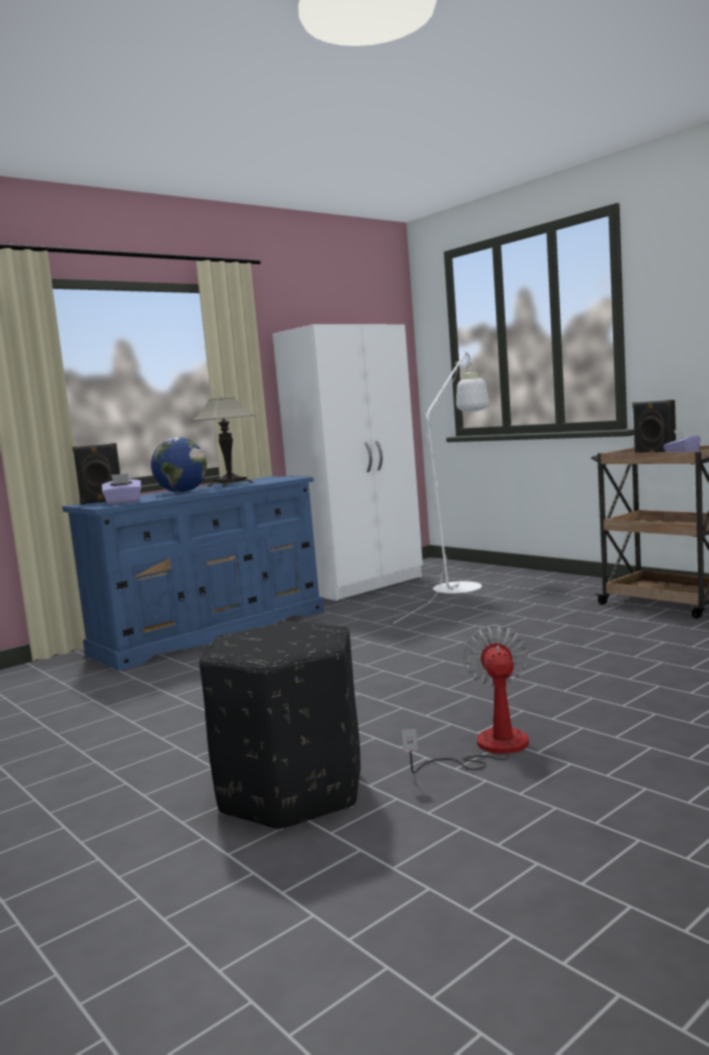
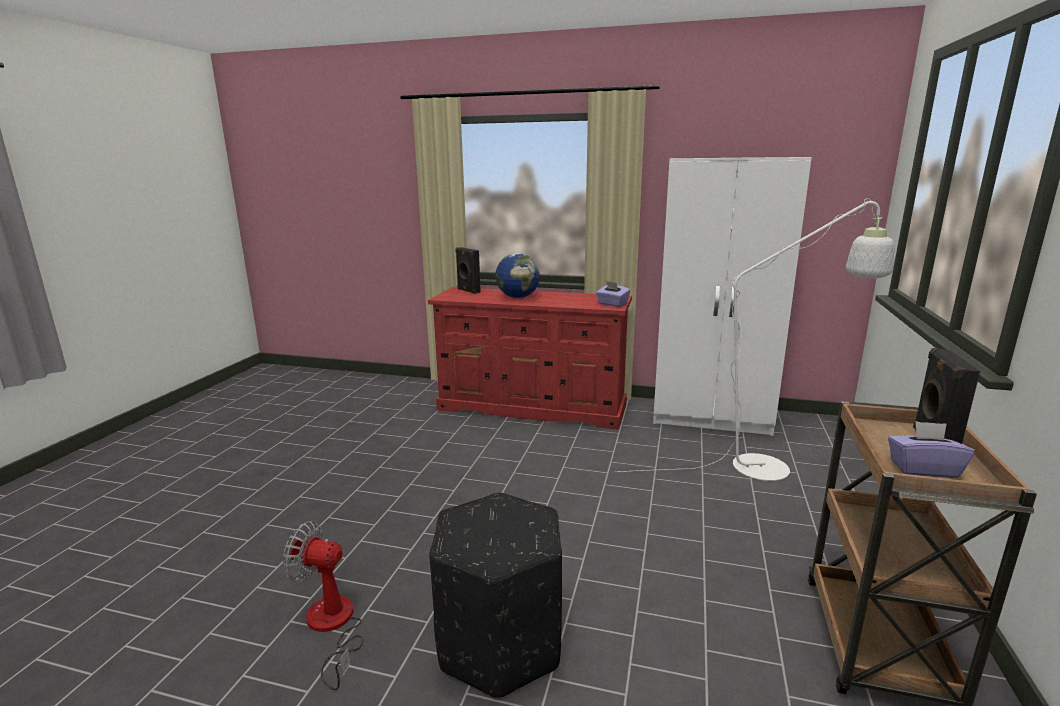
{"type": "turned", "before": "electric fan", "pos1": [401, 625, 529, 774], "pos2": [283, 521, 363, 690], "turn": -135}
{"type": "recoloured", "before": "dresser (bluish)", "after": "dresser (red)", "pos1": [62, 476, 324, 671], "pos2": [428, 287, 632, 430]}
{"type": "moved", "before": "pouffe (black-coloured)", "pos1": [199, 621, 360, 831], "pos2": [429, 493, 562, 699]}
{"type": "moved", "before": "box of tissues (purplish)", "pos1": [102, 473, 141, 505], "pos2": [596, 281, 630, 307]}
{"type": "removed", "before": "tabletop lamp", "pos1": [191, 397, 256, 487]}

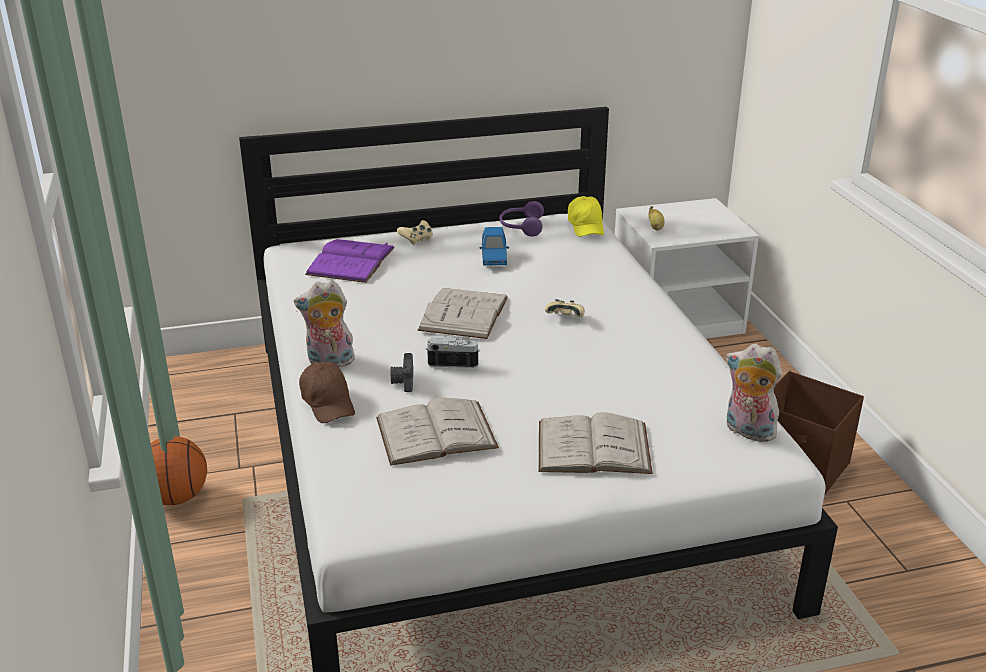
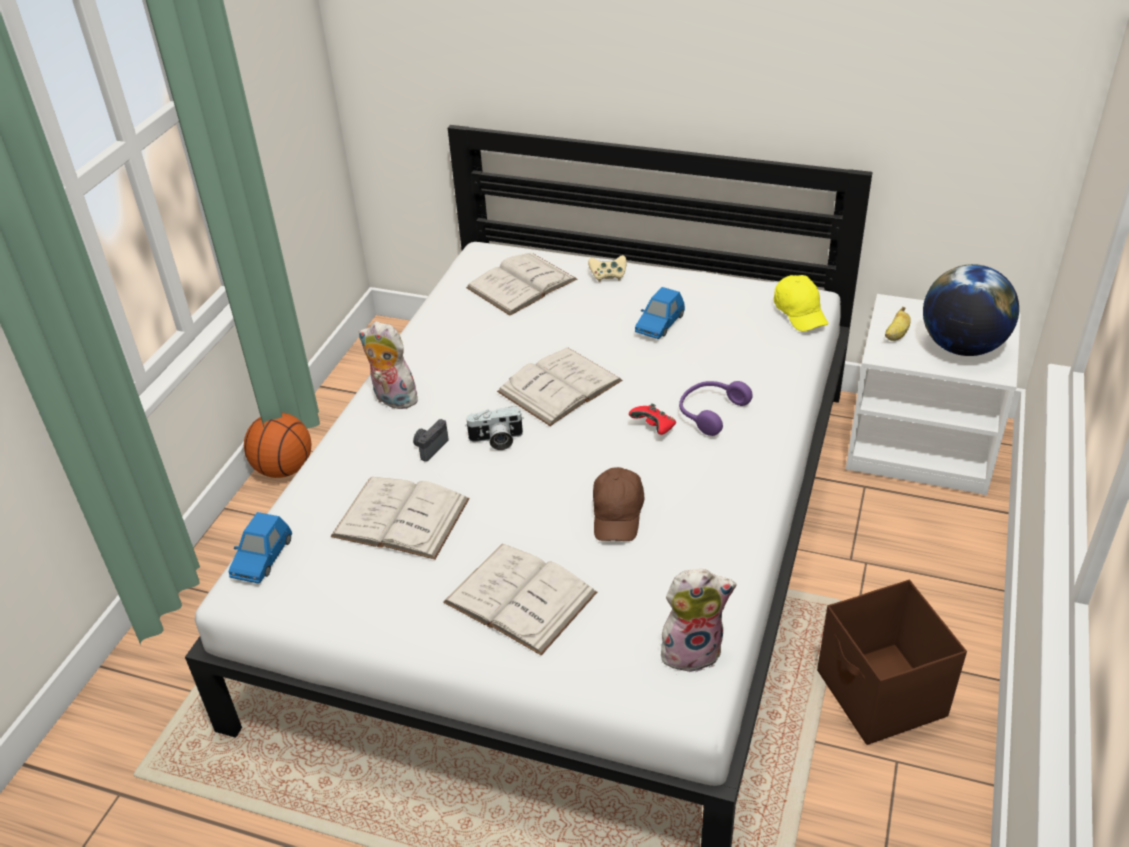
{"type": "added", "after": "toy car (bluish)", "pos2": [228, 512, 292, 584]}
{"type": "recoloured", "before": "book (purplish)", "after": "book (white-coloured)", "pos1": [305, 239, 395, 283], "pos2": [466, 253, 577, 316]}
{"type": "turned", "before": "photo camera", "pos1": [425, 335, 480, 368], "pos2": [466, 406, 524, 450], "turn": 135}
{"type": "moved", "before": "baseball cap (brown-coloured)", "pos1": [299, 362, 355, 423], "pos2": [593, 467, 644, 541]}
{"type": "recoloured", "before": "joypad (beige)", "after": "joypad (red)", "pos1": [545, 299, 585, 317], "pos2": [629, 403, 676, 435]}
{"type": "turned", "before": "cuddly toy", "pos1": [726, 344, 782, 442], "pos2": [661, 569, 737, 674], "turn": 105}
{"type": "moved", "before": "headset (purplish)", "pos1": [499, 201, 544, 237], "pos2": [679, 381, 753, 436]}
{"type": "turned", "before": "baseball cap (yellow)", "pos1": [568, 196, 604, 237], "pos2": [774, 275, 828, 331], "turn": -45}
{"type": "added", "after": "globe", "pos2": [923, 264, 1019, 356]}

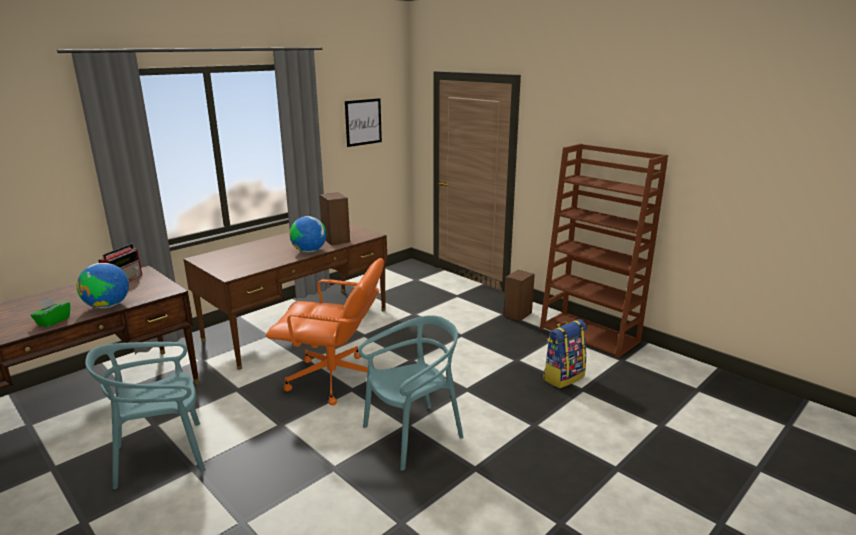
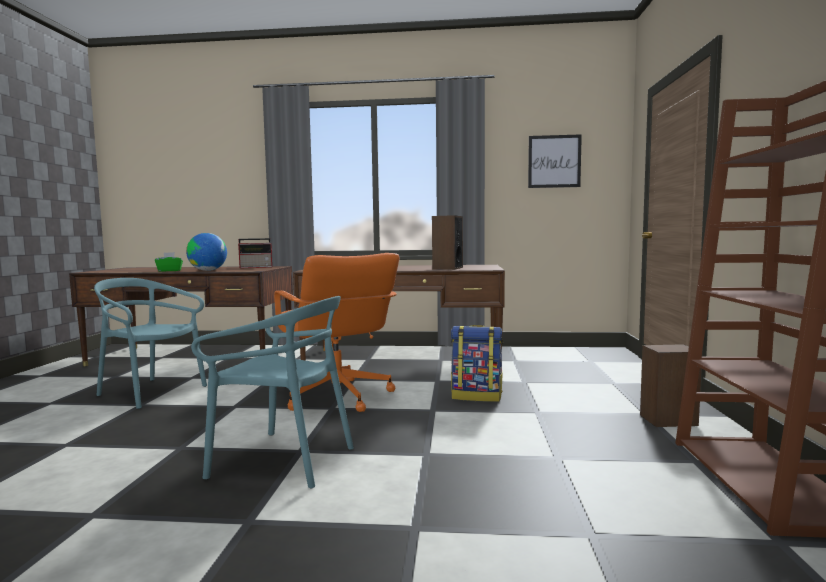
{"type": "moved", "before": "rucksack", "pos1": [543, 319, 587, 388], "pos2": [451, 325, 503, 402]}
{"type": "removed", "before": "globe", "pos1": [290, 216, 326, 252]}

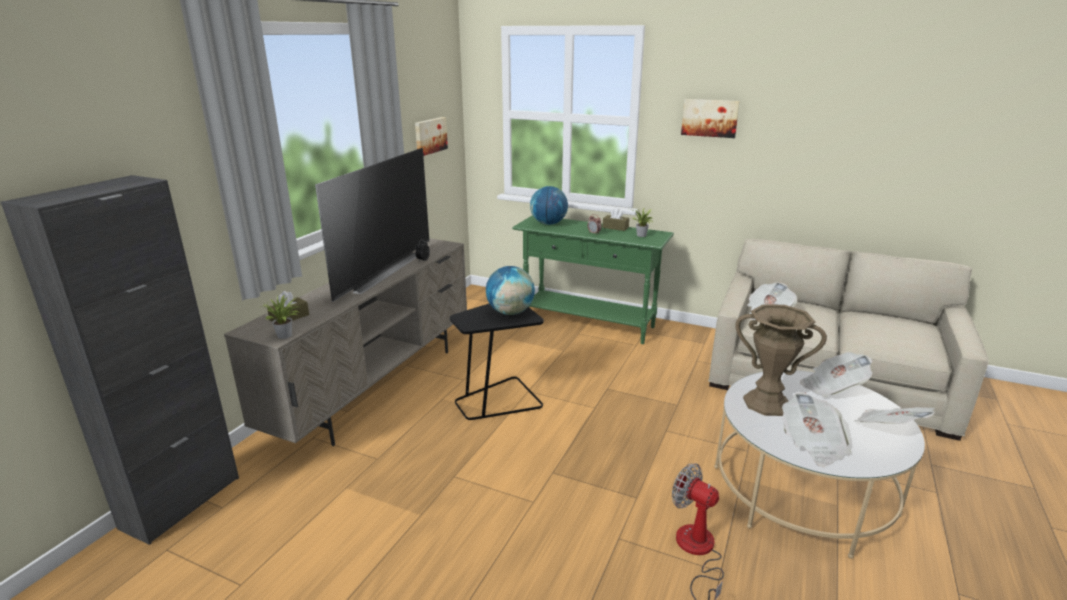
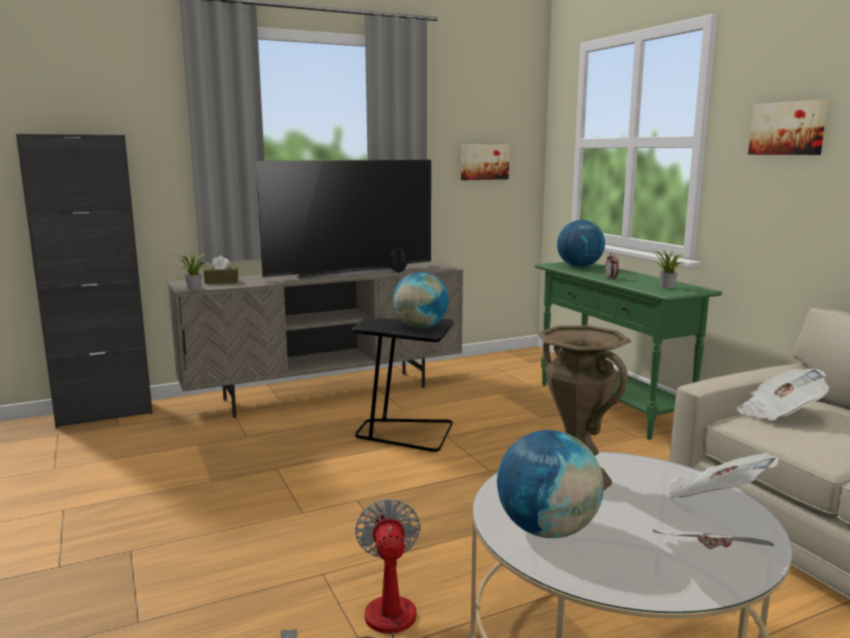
{"type": "replaced", "before": "daily paper", "after": "globe", "pos1": [782, 392, 851, 467], "pos2": [497, 430, 604, 538]}
{"type": "removed", "before": "box of tissues (brown-coloured)", "pos1": [603, 208, 629, 231]}

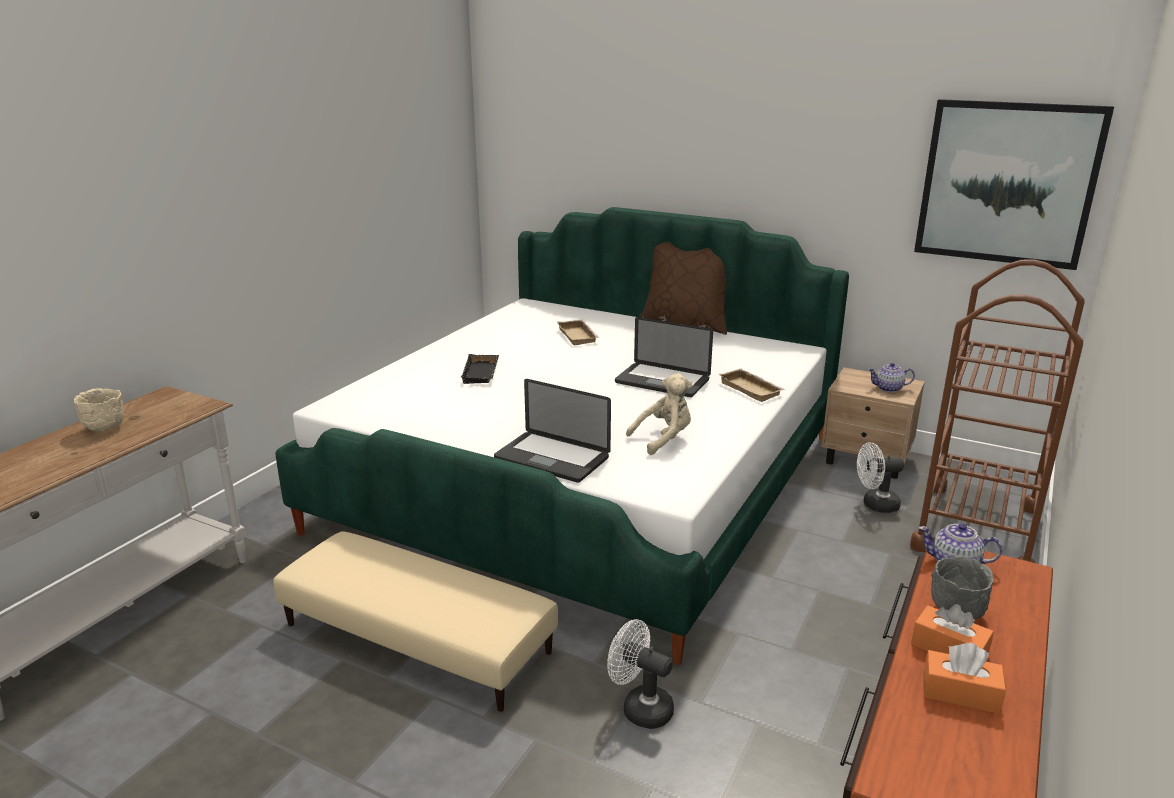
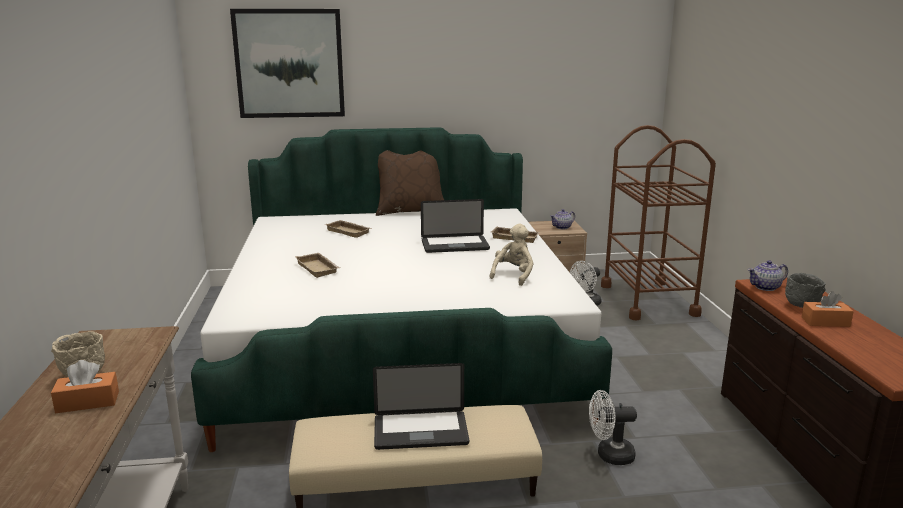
{"type": "moved", "before": "box of tissues (orange-coloured)", "pos1": [923, 643, 1006, 714], "pos2": [51, 360, 119, 413]}
{"type": "moved", "before": "wall picture", "pos1": [914, 99, 1114, 270], "pos2": [230, 9, 345, 118]}
{"type": "recoloured", "before": "tray (black-coloured)", "after": "tray (beige)", "pos1": [461, 354, 499, 384], "pos2": [295, 253, 340, 278]}
{"type": "moved", "before": "laptop", "pos1": [494, 379, 611, 483], "pos2": [373, 363, 469, 450]}

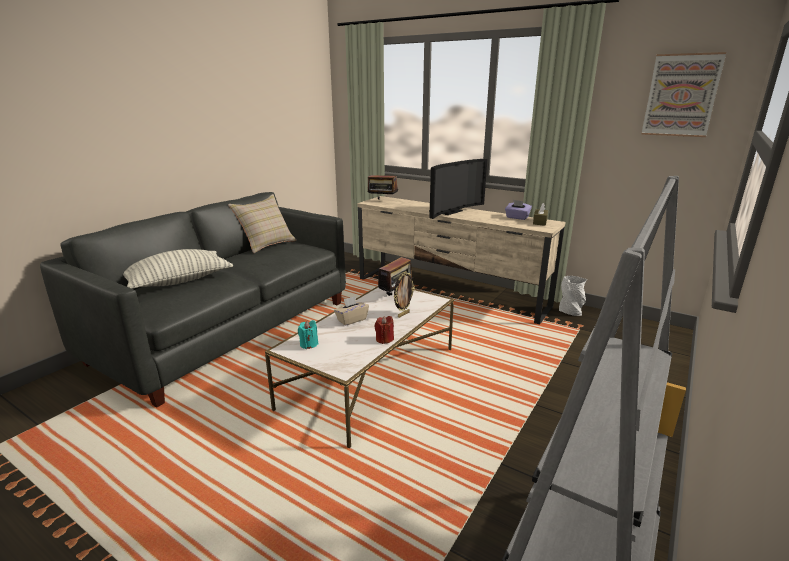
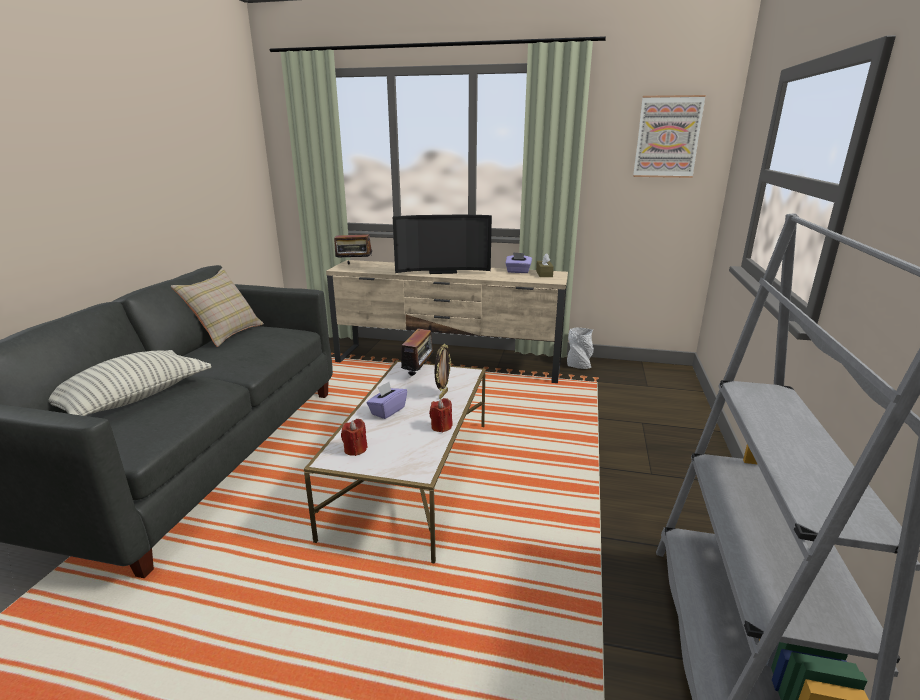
{"type": "recoloured", "before": "candle (blue-green)", "after": "candle (red)", "pos1": [298, 320, 318, 349], "pos2": [341, 419, 367, 456]}
{"type": "recoloured", "before": "box of tissues (beige)", "after": "box of tissues (purplish)", "pos1": [334, 296, 369, 326], "pos2": [367, 382, 407, 419]}
{"type": "turned", "before": "television", "pos1": [429, 159, 487, 219], "pos2": [393, 215, 492, 274], "turn": 60}

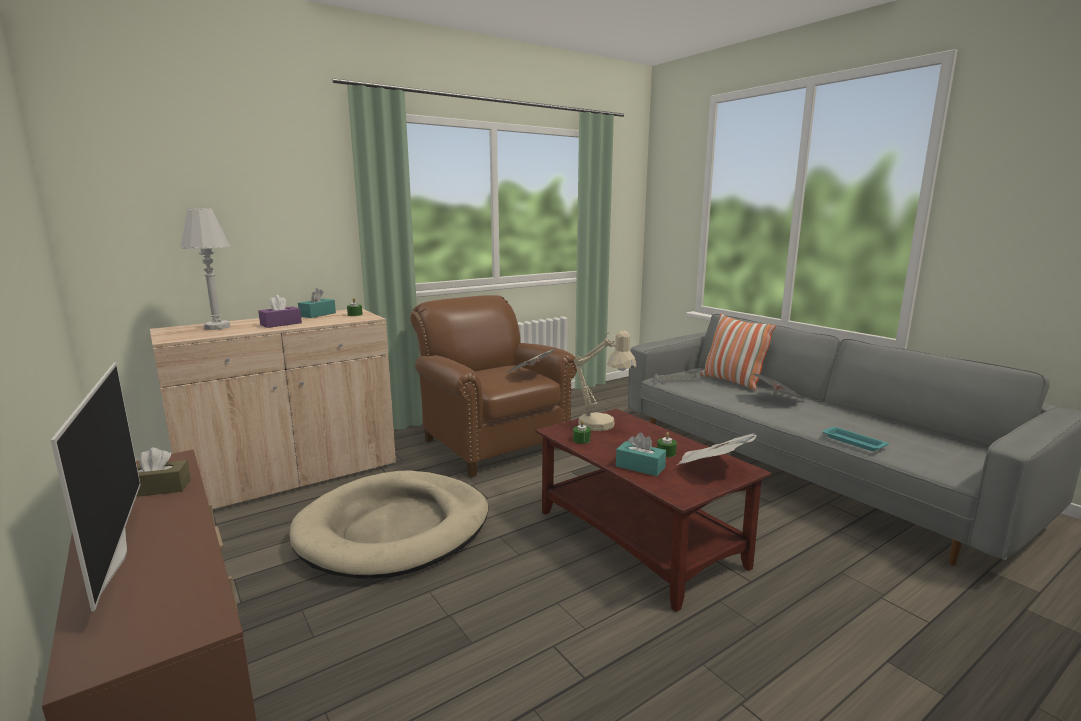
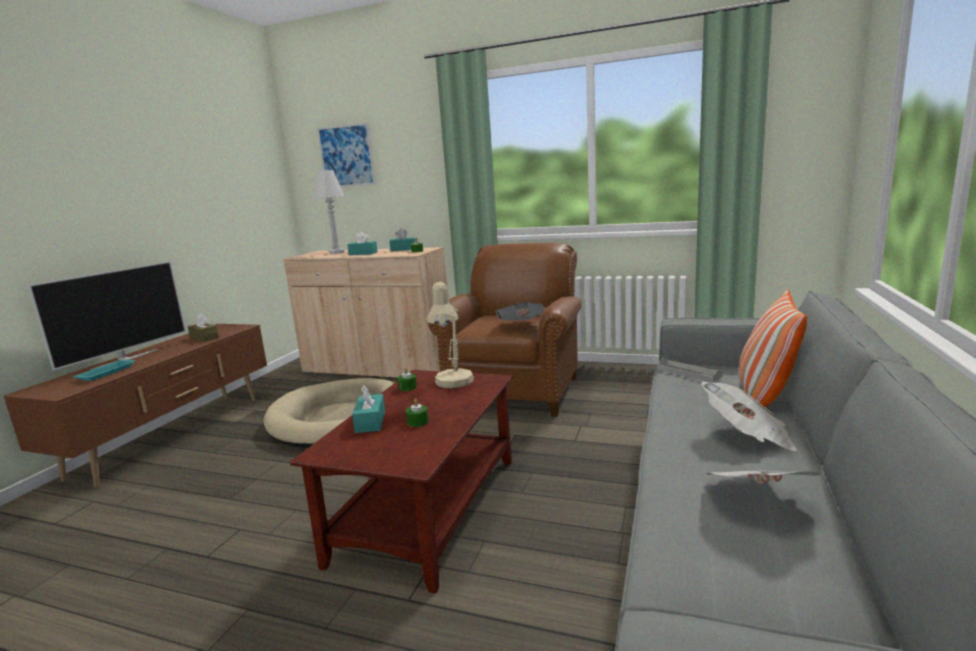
{"type": "moved", "before": "tray (blue-green)", "pos1": [823, 427, 889, 451], "pos2": [73, 360, 136, 381]}
{"type": "added", "after": "wall picture", "pos2": [317, 122, 376, 187]}
{"type": "recoloured", "before": "box of tissues (purplish)", "after": "box of tissues (blue-green)", "pos1": [258, 295, 302, 328], "pos2": [347, 232, 378, 255]}
{"type": "moved", "before": "daily paper", "pos1": [676, 433, 757, 465], "pos2": [705, 470, 821, 485]}

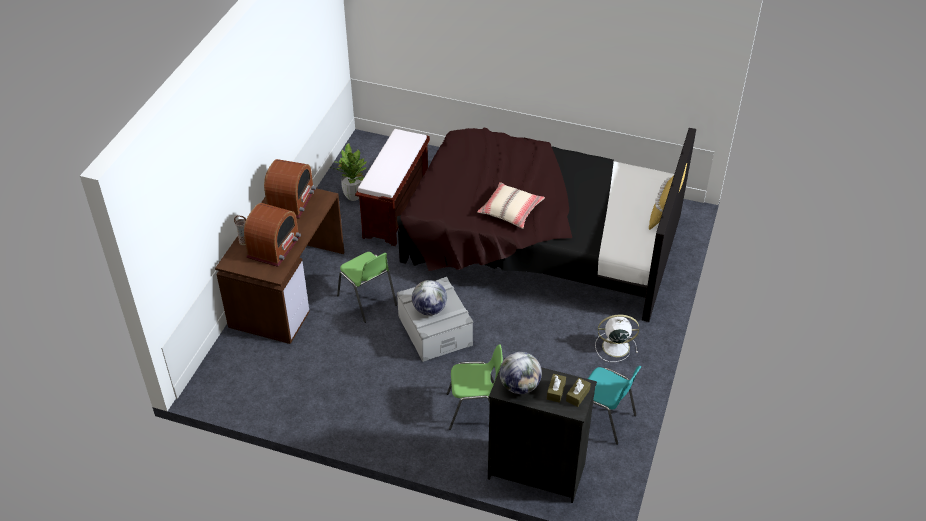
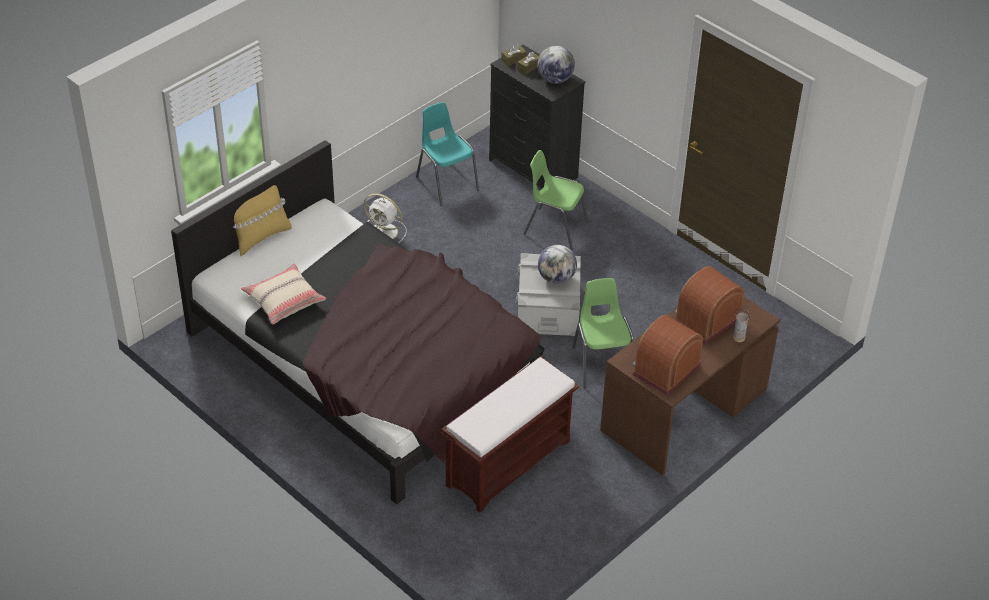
{"type": "moved", "before": "pillow (beige)", "pos1": [477, 182, 545, 229], "pos2": [241, 264, 327, 324]}
{"type": "removed", "before": "plant in a pot", "pos1": [329, 143, 367, 201]}

